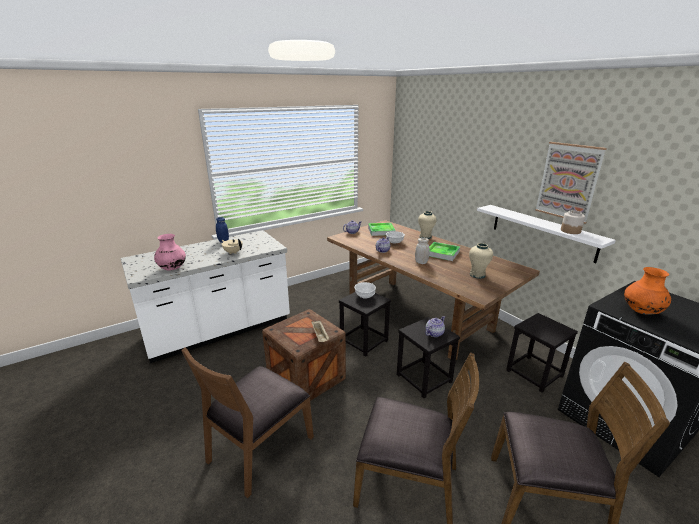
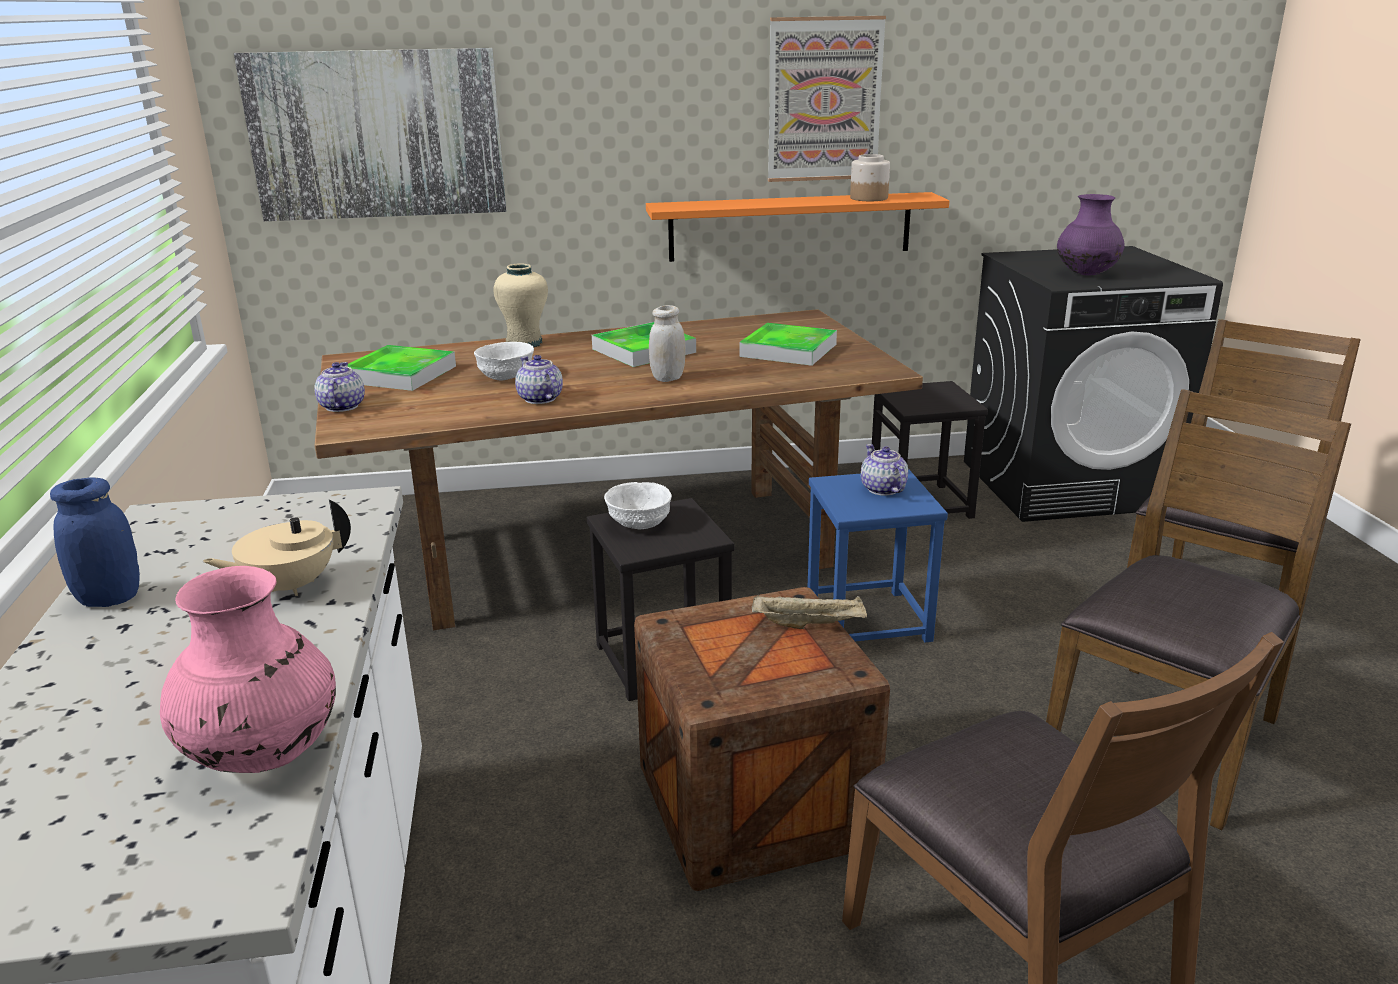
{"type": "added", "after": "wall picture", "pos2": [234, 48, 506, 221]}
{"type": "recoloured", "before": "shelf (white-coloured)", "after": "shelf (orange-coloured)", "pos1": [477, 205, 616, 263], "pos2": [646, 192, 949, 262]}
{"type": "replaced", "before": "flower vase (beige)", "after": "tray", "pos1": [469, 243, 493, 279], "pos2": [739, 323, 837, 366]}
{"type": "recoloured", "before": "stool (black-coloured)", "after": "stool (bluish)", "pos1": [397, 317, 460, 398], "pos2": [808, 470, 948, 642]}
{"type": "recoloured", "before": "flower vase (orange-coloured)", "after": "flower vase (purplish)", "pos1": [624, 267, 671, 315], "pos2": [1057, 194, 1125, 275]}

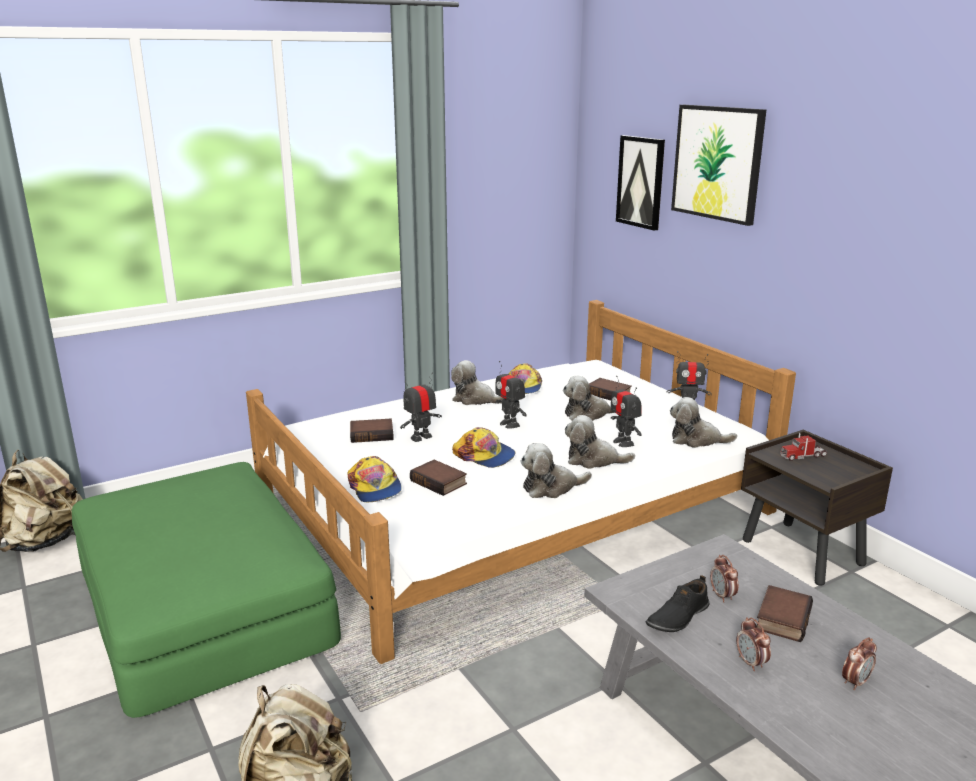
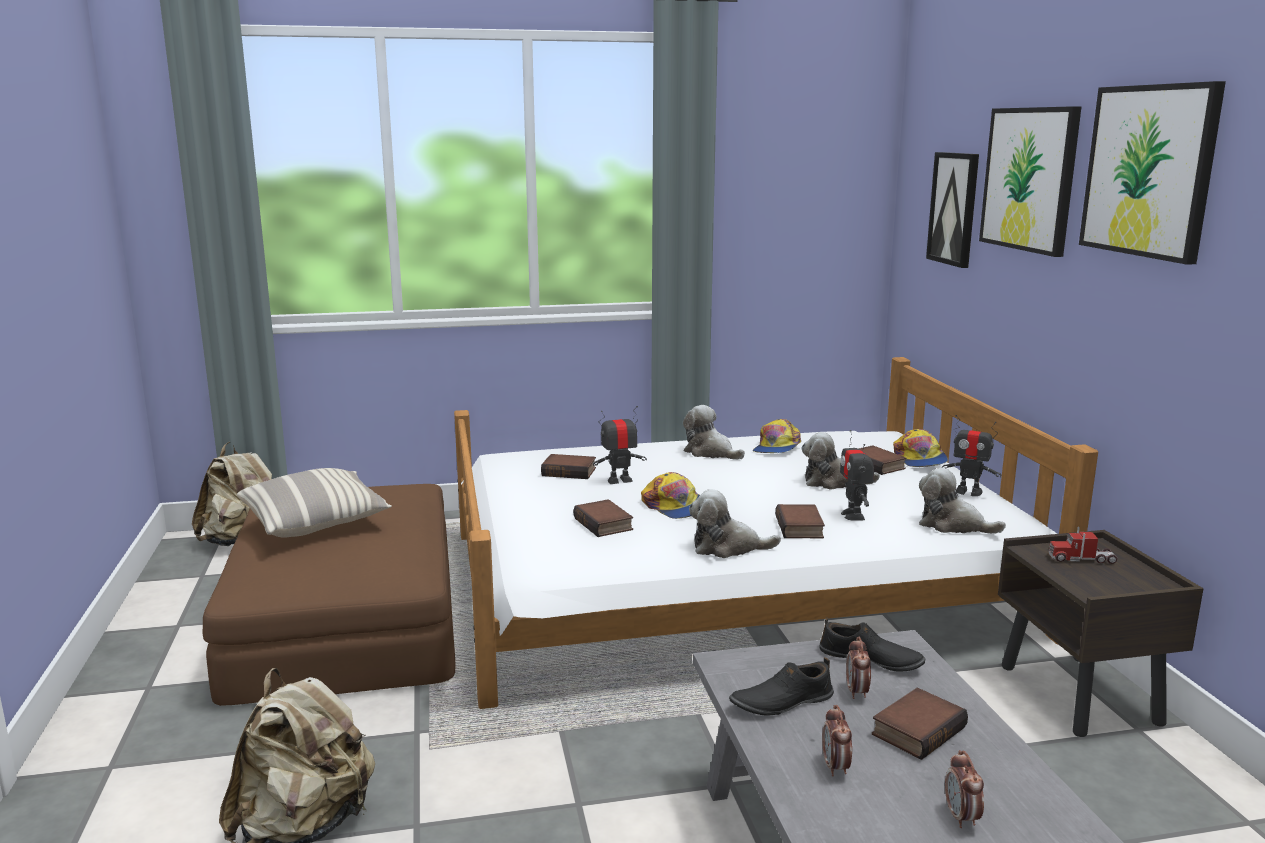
{"type": "recoloured", "before": "pouffe (green-coloured)", "after": "pouffe (brown-coloured)", "pos1": [72, 462, 341, 718], "pos2": [202, 484, 455, 706]}
{"type": "added", "after": "pillow", "pos2": [237, 468, 392, 537]}
{"type": "replaced", "before": "cuddly toy", "after": "book", "pos1": [565, 415, 635, 469], "pos2": [775, 504, 825, 538]}
{"type": "added", "after": "low shoe (black-coloured)", "pos2": [820, 617, 925, 672]}
{"type": "moved", "before": "baseball cap", "pos1": [348, 456, 402, 502], "pos2": [893, 429, 948, 467]}
{"type": "turned", "before": "alarm clock", "pos1": [842, 637, 877, 690], "pos2": [945, 750, 984, 828], "turn": 105}
{"type": "added", "after": "wall picture", "pos2": [1079, 81, 1226, 265]}
{"type": "removed", "before": "robot figure", "pos1": [495, 361, 527, 429]}

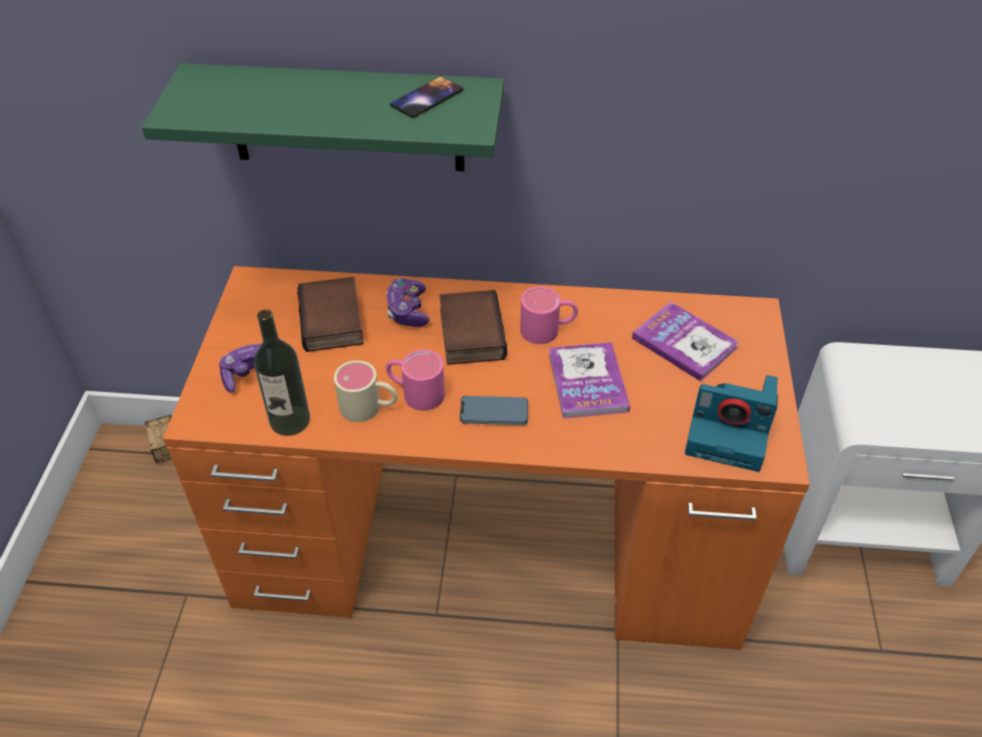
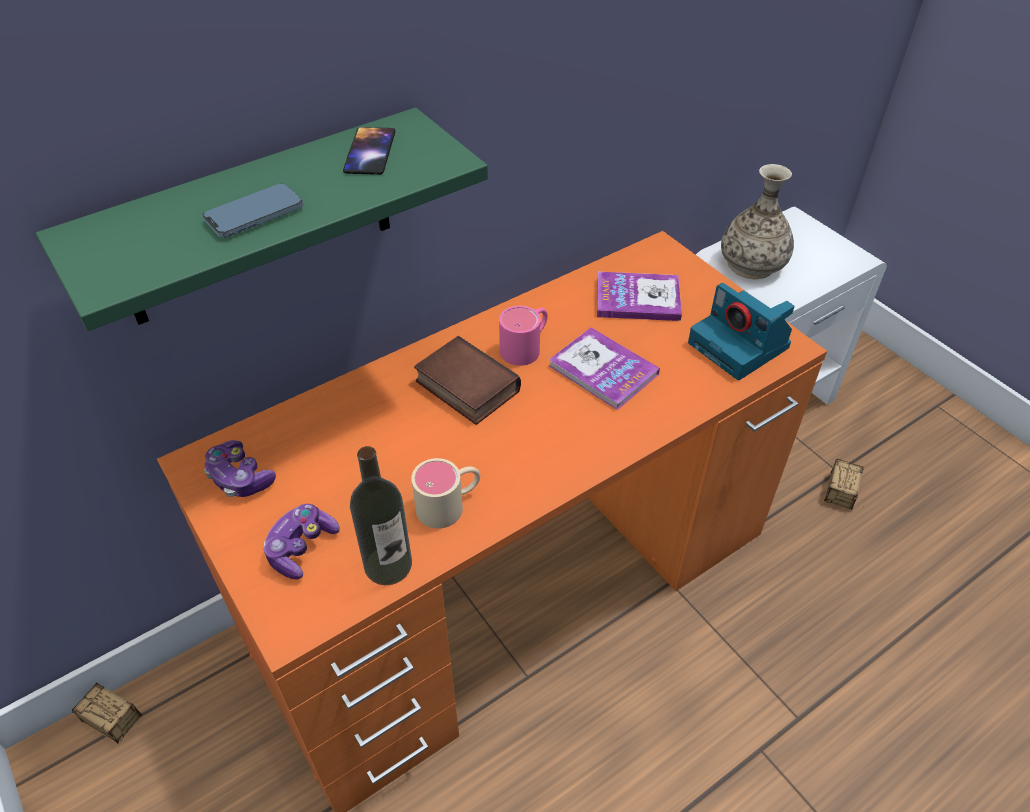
{"type": "moved", "before": "telephone", "pos1": [460, 396, 528, 425], "pos2": [203, 183, 303, 238]}
{"type": "moved", "before": "joypad", "pos1": [386, 278, 430, 327], "pos2": [204, 440, 276, 497]}
{"type": "turned", "before": "photo camera", "pos1": [685, 375, 778, 472], "pos2": [688, 283, 794, 380], "turn": 75}
{"type": "added", "after": "flower vase", "pos2": [721, 164, 794, 279]}
{"type": "added", "after": "storage bin", "pos2": [824, 459, 864, 510]}
{"type": "removed", "before": "book", "pos1": [297, 277, 364, 352]}
{"type": "removed", "before": "mug (pink)", "pos1": [386, 350, 445, 411]}

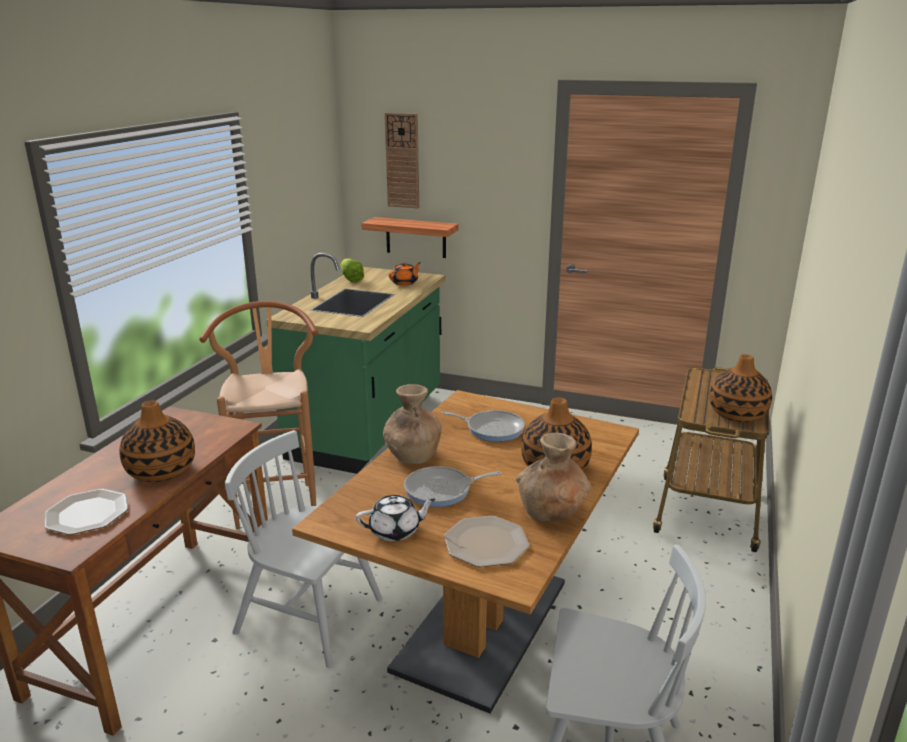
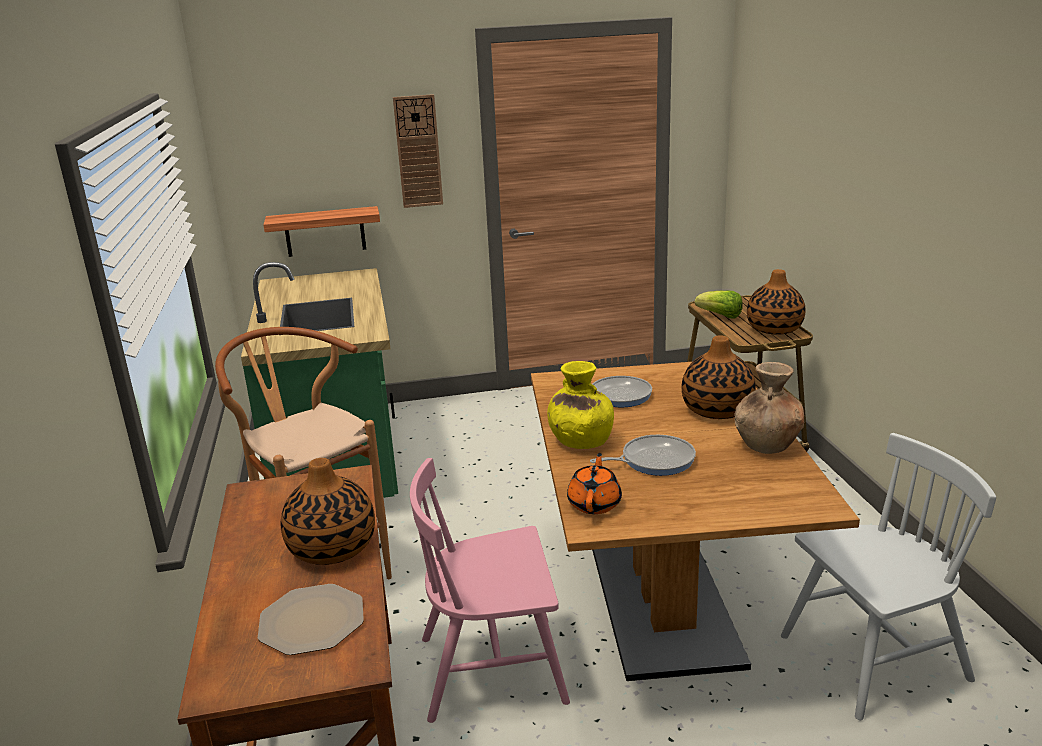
{"type": "moved", "before": "wall clock", "pos1": [385, 113, 419, 209], "pos2": [393, 94, 443, 208]}
{"type": "recoloured", "before": "chair (white-coloured)", "after": "chair (pink)", "pos1": [225, 430, 382, 668], "pos2": [410, 458, 570, 723]}
{"type": "recoloured", "before": "flower vase (brown-coloured)", "after": "flower vase (yellow)", "pos1": [383, 384, 442, 464], "pos2": [547, 361, 614, 449]}
{"type": "moved", "before": "teapot (orange-coloured)", "pos1": [389, 262, 421, 286], "pos2": [567, 453, 622, 514]}
{"type": "turned", "before": "pan", "pos1": [404, 466, 501, 507], "pos2": [590, 435, 696, 476], "turn": -150}
{"type": "moved", "before": "head of lettuce", "pos1": [340, 258, 364, 282], "pos2": [695, 291, 742, 319]}
{"type": "removed", "before": "teapot (white-coloured)", "pos1": [356, 495, 436, 541]}
{"type": "removed", "before": "plate", "pos1": [444, 516, 530, 567]}

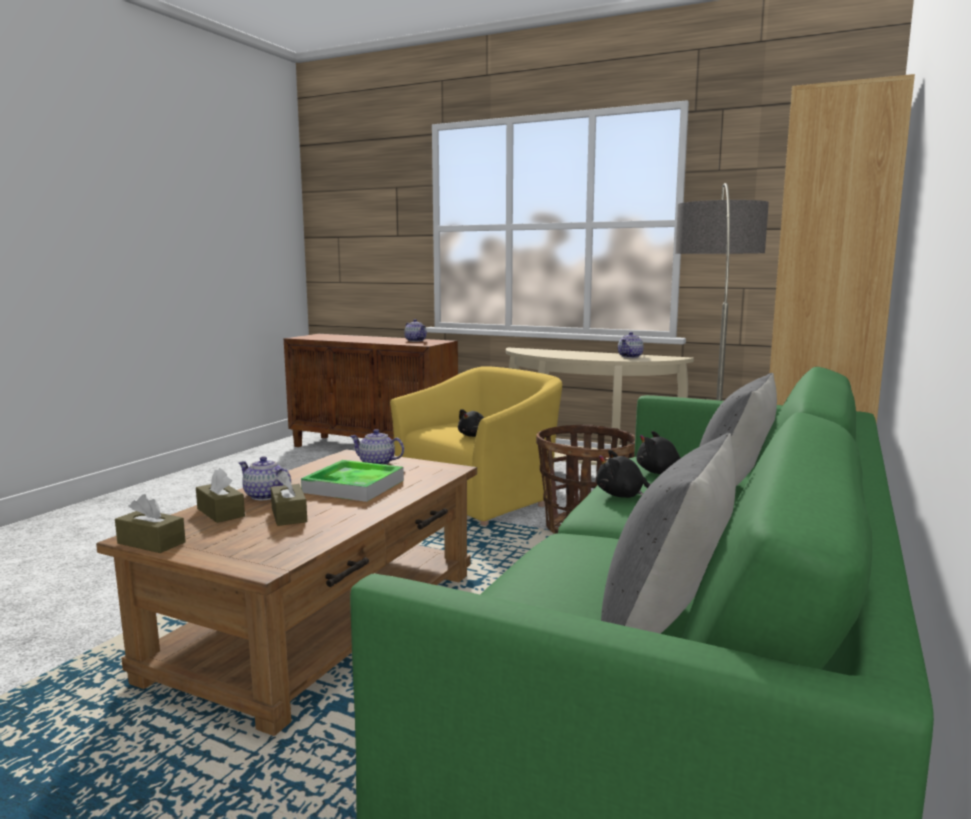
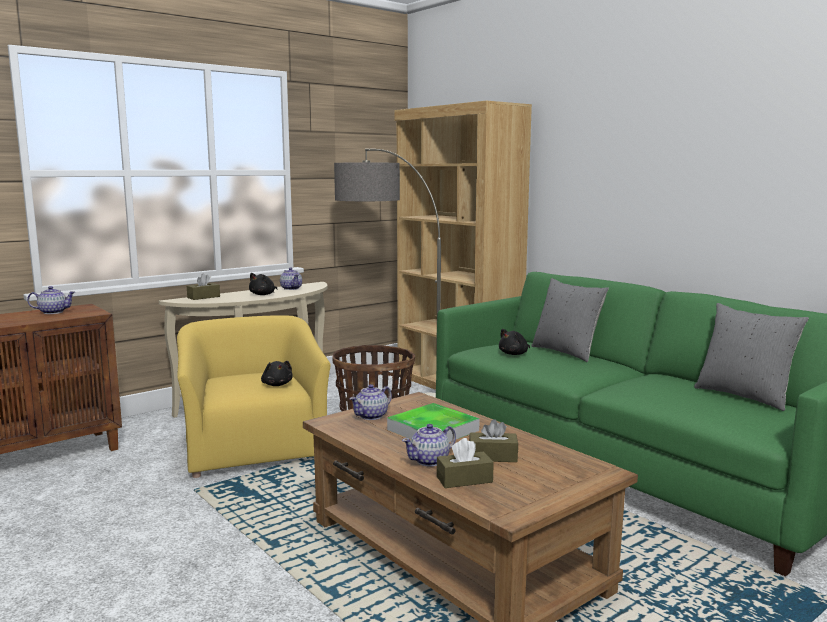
{"type": "moved", "before": "box of tissues (brown-coloured)", "pos1": [115, 494, 186, 553], "pos2": [187, 274, 220, 300]}
{"type": "moved", "before": "cuddly toy (black-coloured)", "pos1": [596, 450, 651, 498], "pos2": [249, 273, 278, 295]}

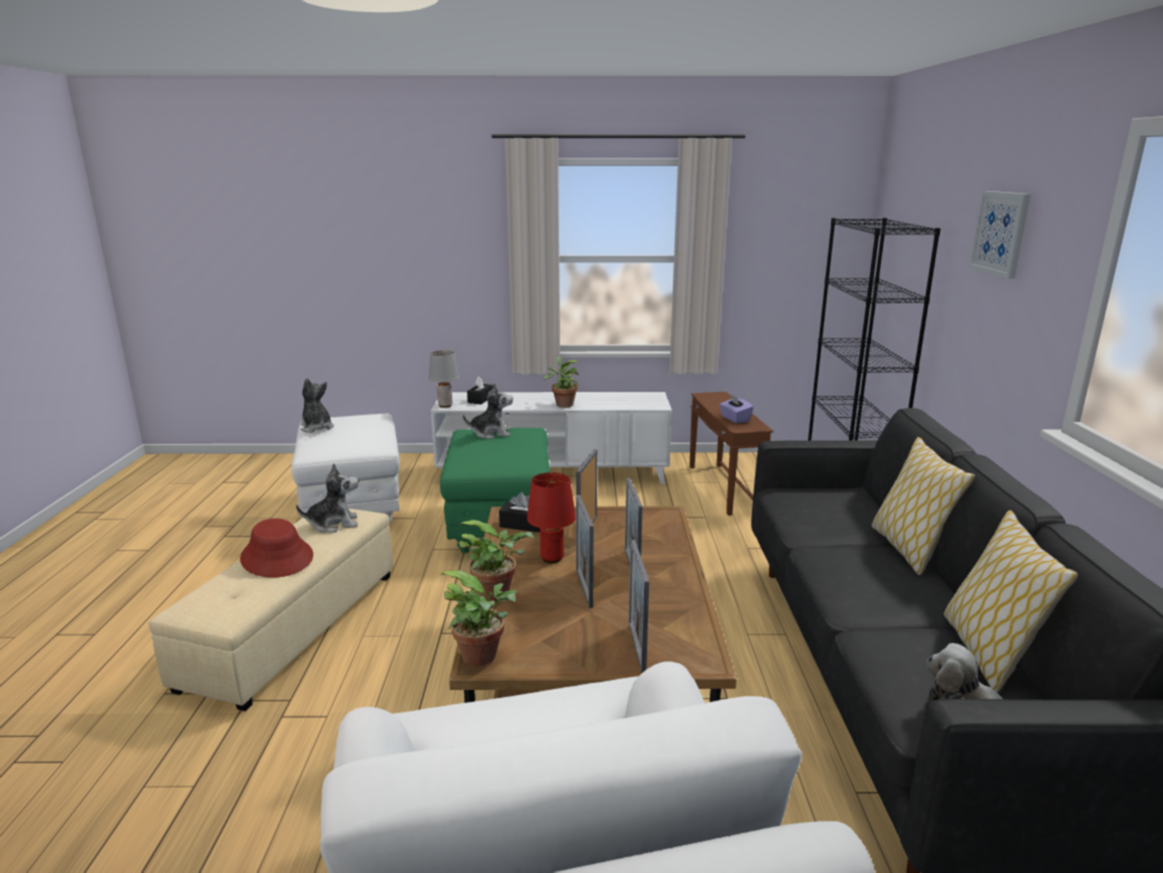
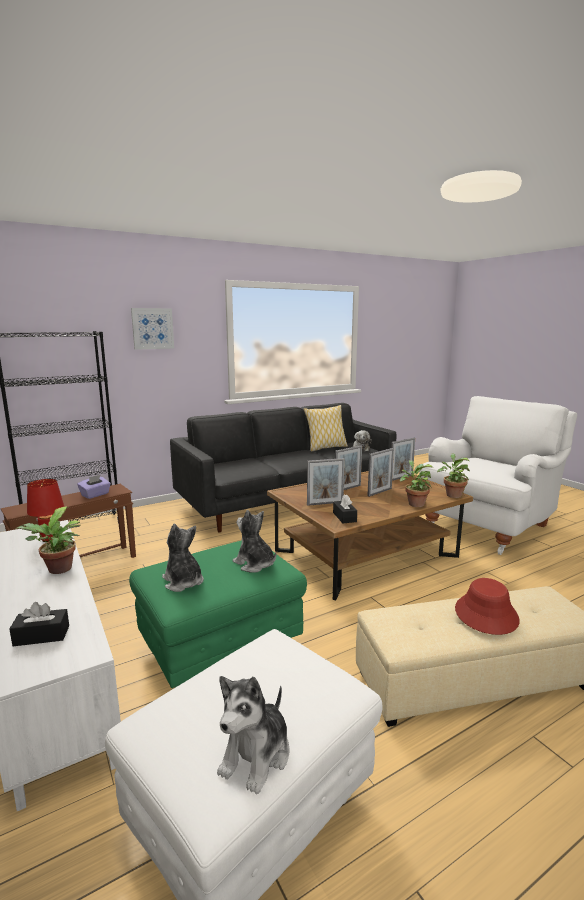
{"type": "moved", "before": "tabletop lamp (red)", "pos1": [527, 472, 576, 563], "pos2": [27, 479, 64, 542]}
{"type": "moved", "before": "cuddly toy", "pos1": [296, 463, 359, 533], "pos2": [232, 510, 276, 573]}
{"type": "removed", "before": "tabletop lamp (grey)", "pos1": [429, 350, 459, 408]}
{"type": "removed", "before": "pillow", "pos1": [872, 437, 975, 575]}

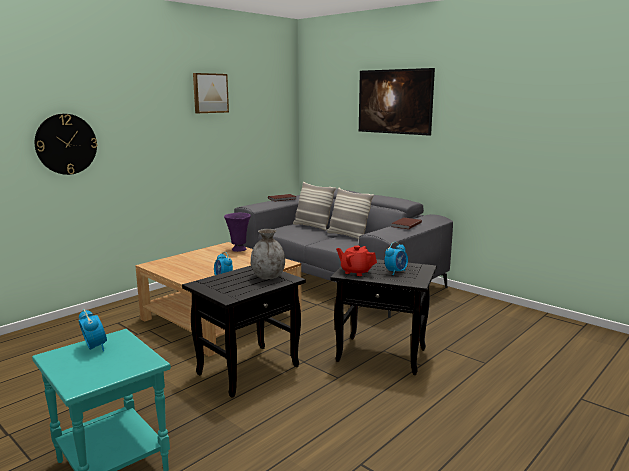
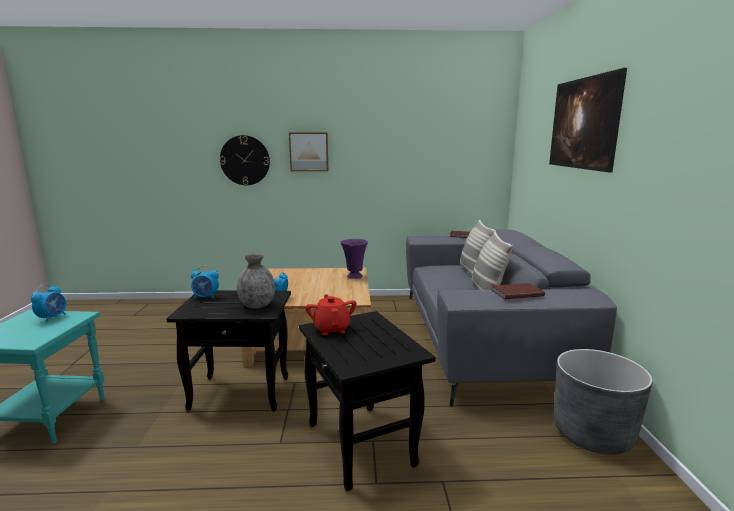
{"type": "moved", "before": "alarm clock", "pos1": [385, 242, 408, 275], "pos2": [191, 265, 219, 299]}
{"type": "moved", "before": "wall picture", "pos1": [193, 73, 229, 113], "pos2": [289, 132, 328, 171]}
{"type": "added", "after": "planter (grey)", "pos2": [554, 349, 653, 455]}

